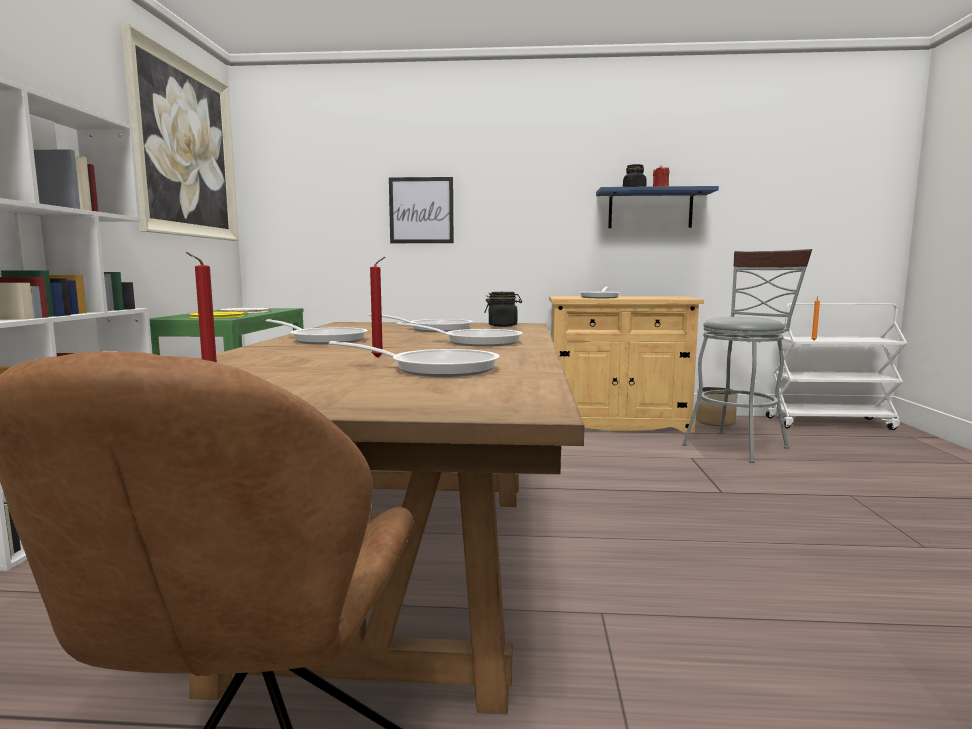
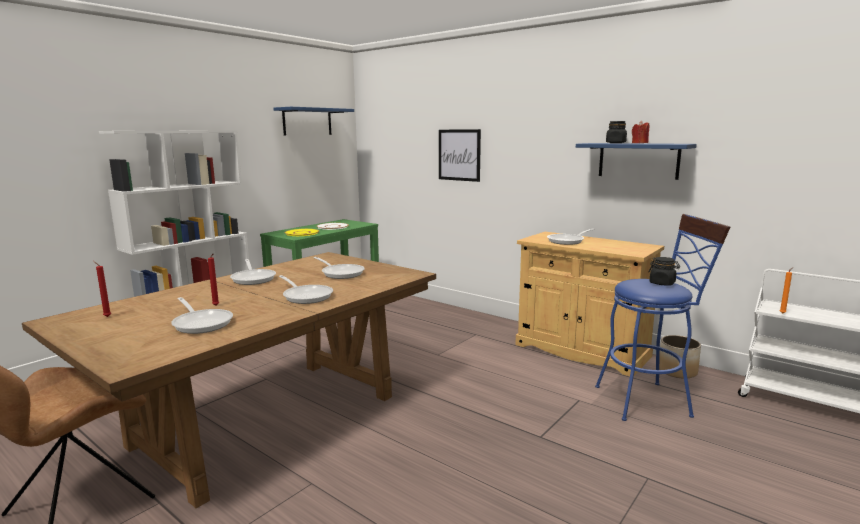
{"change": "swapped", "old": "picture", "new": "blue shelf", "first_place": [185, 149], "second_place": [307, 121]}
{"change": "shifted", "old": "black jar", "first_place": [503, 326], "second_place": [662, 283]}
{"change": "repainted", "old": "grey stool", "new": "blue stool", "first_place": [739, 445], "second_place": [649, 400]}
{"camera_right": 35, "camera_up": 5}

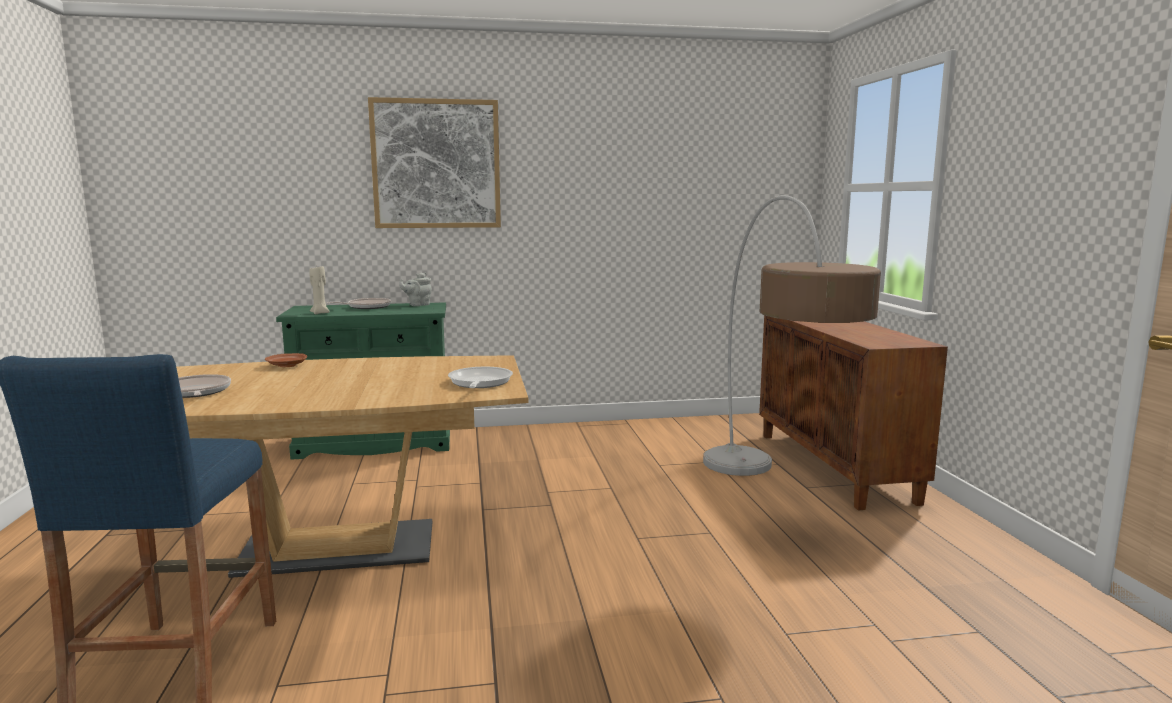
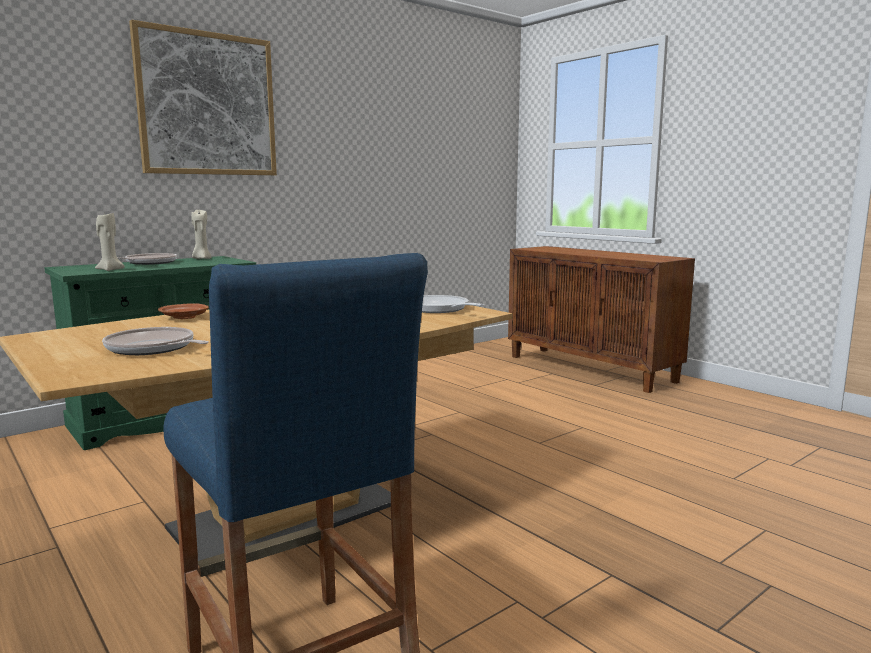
{"change": "swapped", "old": "grey teapot", "new": "beige candle", "first_place": [418, 305], "second_place": [201, 258]}
{"change": "gone", "old": "floor lamp", "first_place": [772, 500]}
{"camera_right": -30, "camera_up": 0}

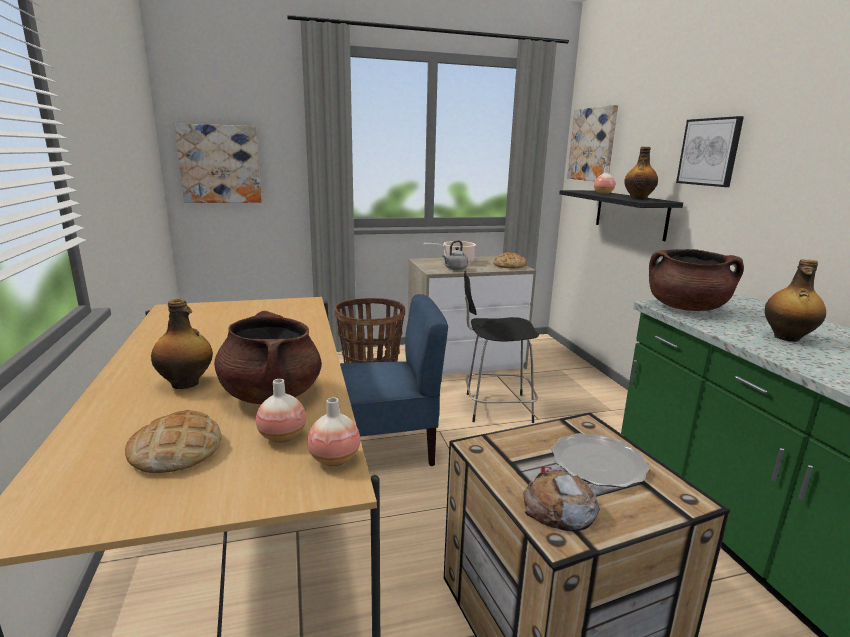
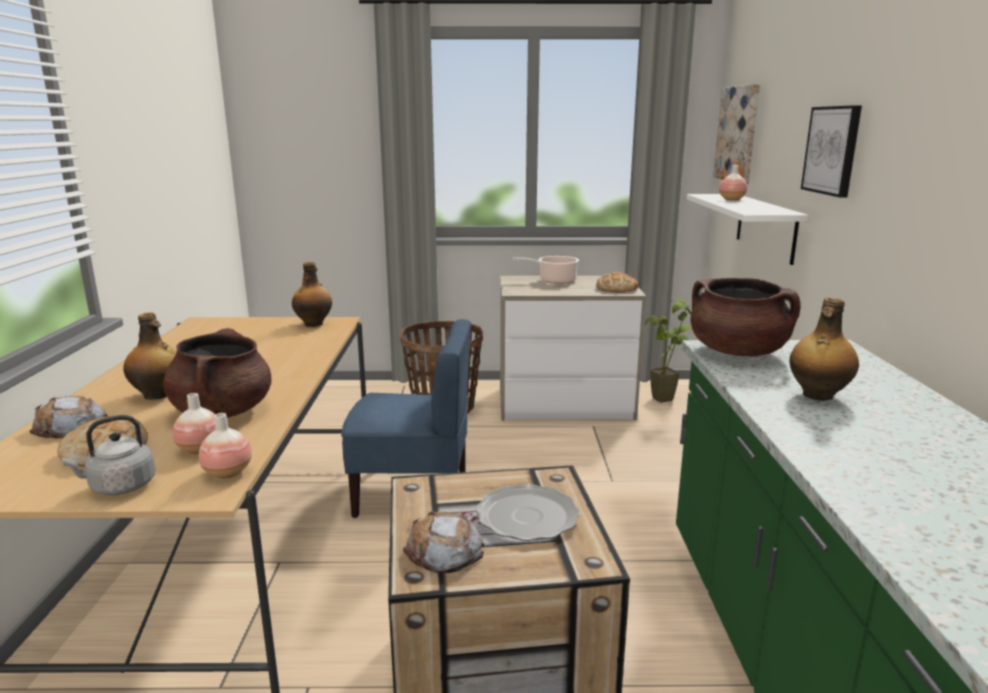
{"change": "gone", "old": "picture", "first_place": [220, 164]}
{"change": "shifted", "old": "grey kettle", "first_place": [455, 269], "second_place": [119, 487]}
{"change": "gone", "old": "black stool", "first_place": [495, 407]}
{"change": "repainted", "old": "black shelf", "new": "white shelf", "first_place": [630, 214], "second_place": [765, 227]}
{"change": "shifted", "old": "bottle", "first_place": [638, 199], "second_place": [314, 324]}
{"change": "new", "new": "bread", "second_place": [70, 426]}
{"change": "new", "new": "potted plant", "second_place": [670, 399]}
{"camera_right": 15, "camera_up": 0}

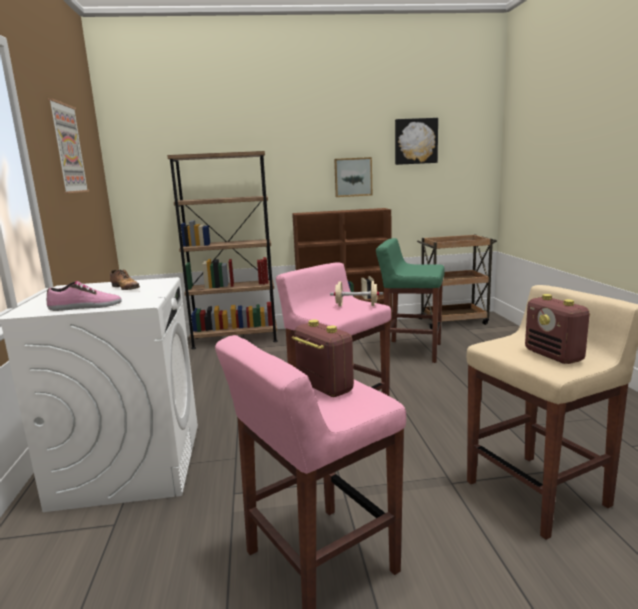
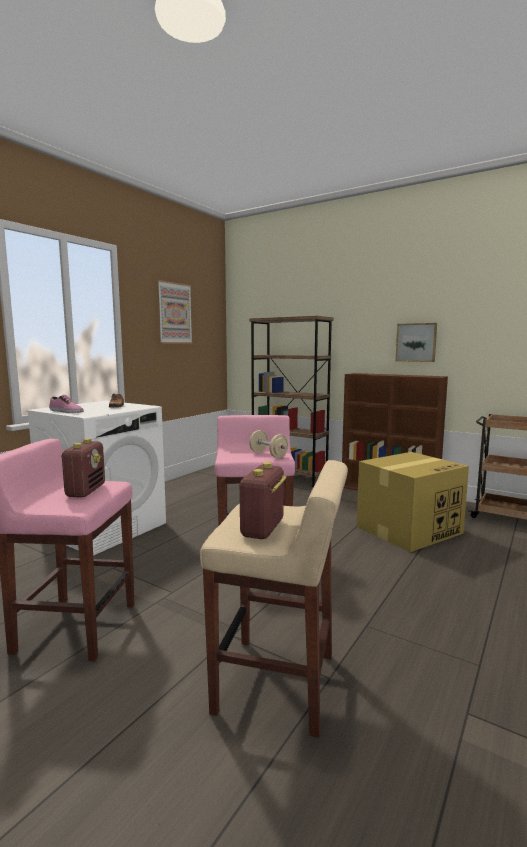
{"change": "swapped", "old": "green stool", "new": "cardboard box", "first_place": [411, 351], "second_place": [409, 529]}
{"change": "gone", "old": "picture", "first_place": [415, 141]}
{"camera_right": 40, "camera_up": -5}

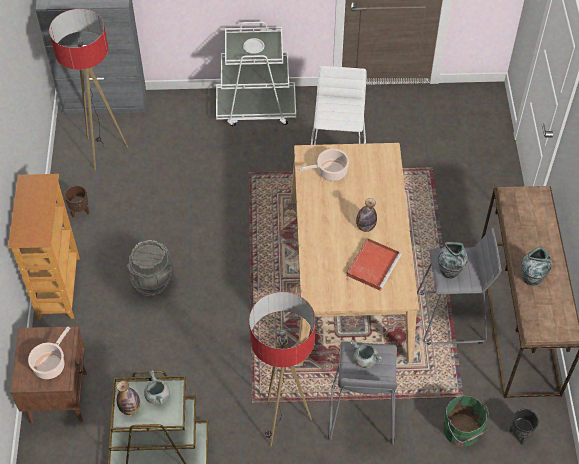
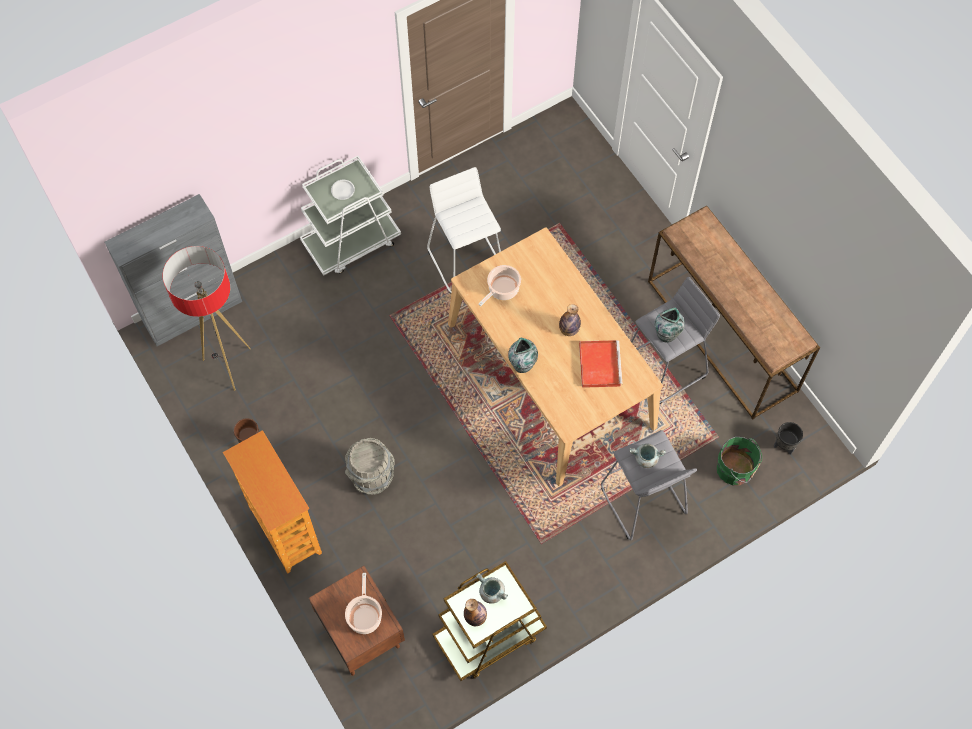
{"change": "gone", "old": "floor lamp", "first_place": [283, 422]}
{"change": "shifted", "old": "vase", "first_place": [532, 278], "second_place": [522, 364]}
{"camera_right": -30, "camera_up": 10}

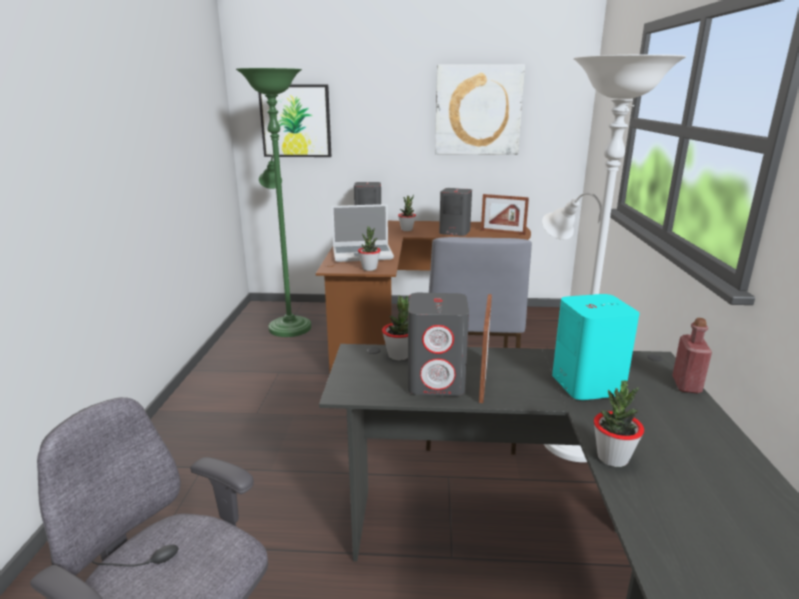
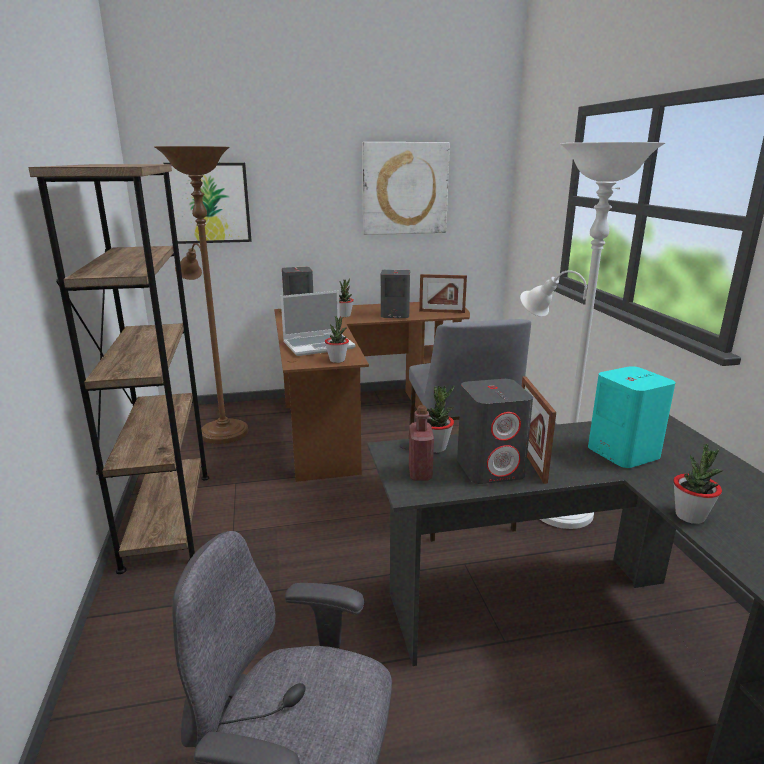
{"change": "repainted", "old": "green floor lamp", "new": "brown floor lamp", "first_place": [288, 326], "second_place": [221, 431]}
{"change": "shifted", "old": "red bottle", "first_place": [686, 385], "second_place": [420, 473]}
{"change": "new", "new": "brown bookcase", "second_place": [168, 518]}
{"camera_right": -15, "camera_up": 0}

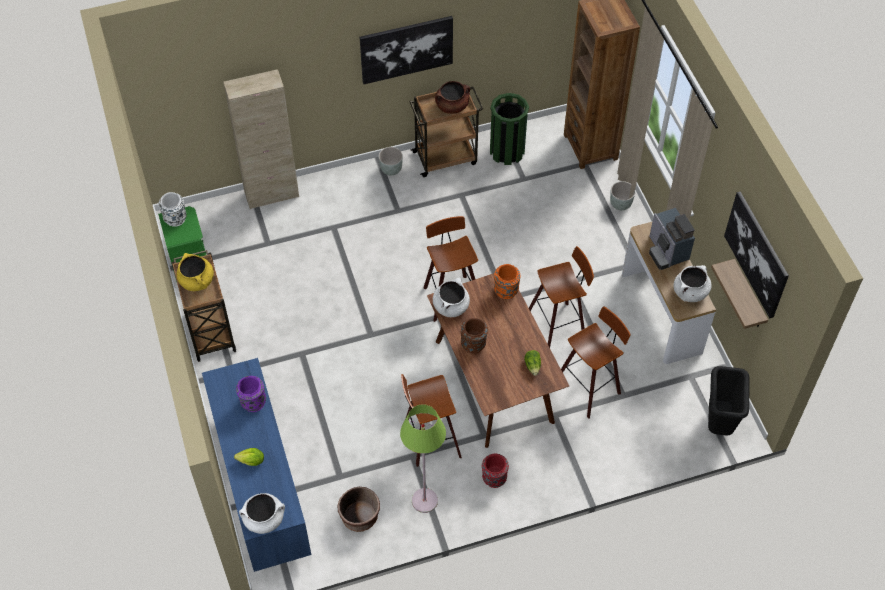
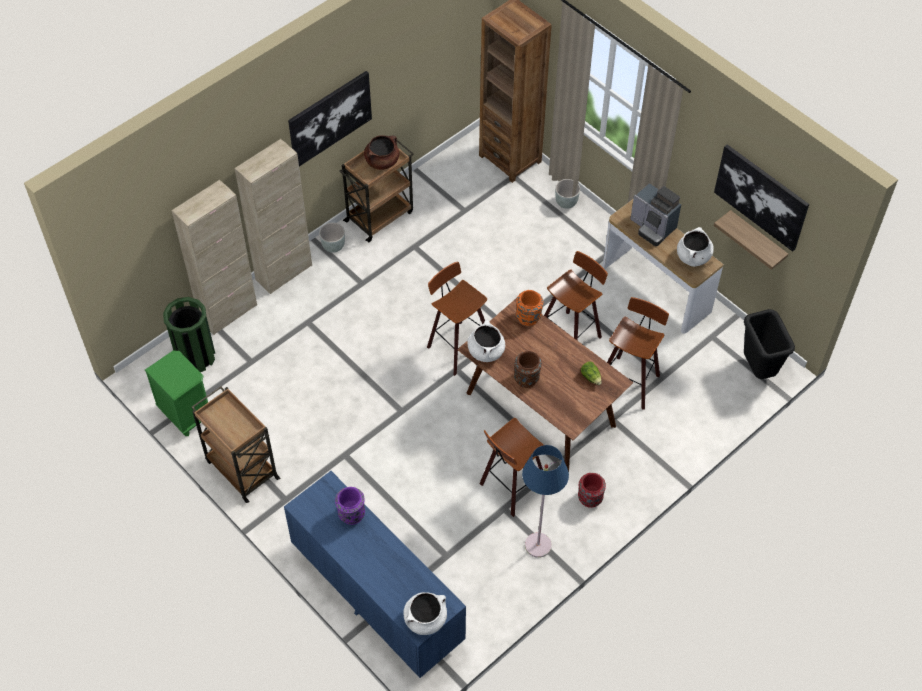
{"change": "gone", "old": "white vase", "first_place": [175, 219]}
{"change": "gone", "old": "yellow cooking pot", "first_place": [197, 281]}
{"change": "gone", "old": "lettuce", "first_place": [251, 461]}
{"change": "gone", "old": "brown planter", "first_place": [360, 517]}
{"change": "repainted", "old": "green floor lamp", "new": "blue floor lamp", "first_place": [424, 500], "second_place": [538, 545]}
{"change": "shifted", "old": "green trash can", "first_place": [507, 151], "second_place": [196, 357]}
{"change": "new", "new": "beige cabinet", "second_place": [284, 272]}
{"camera_right": -25, "camera_up": 0}

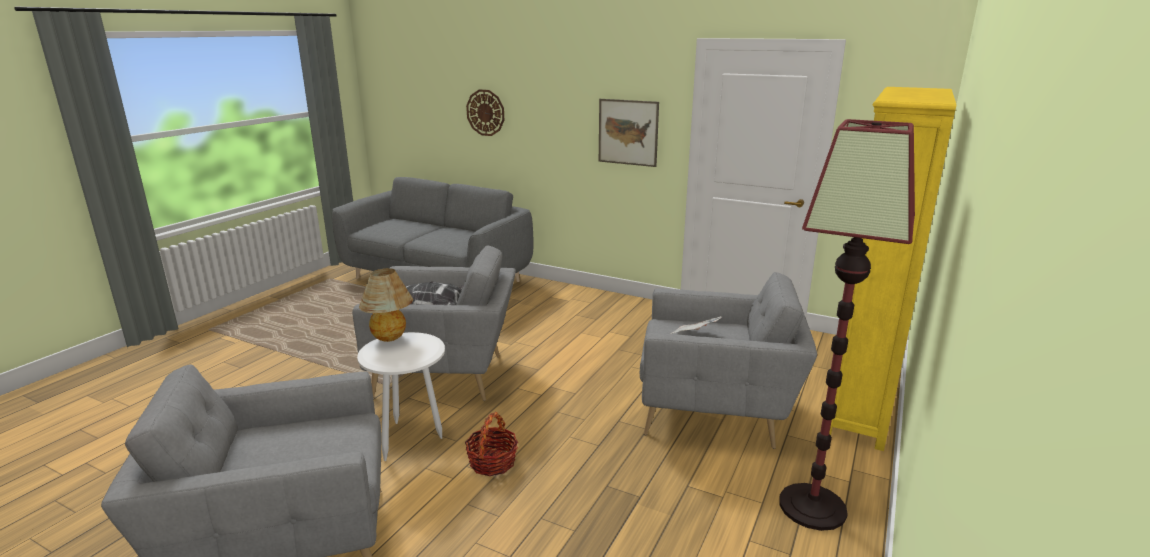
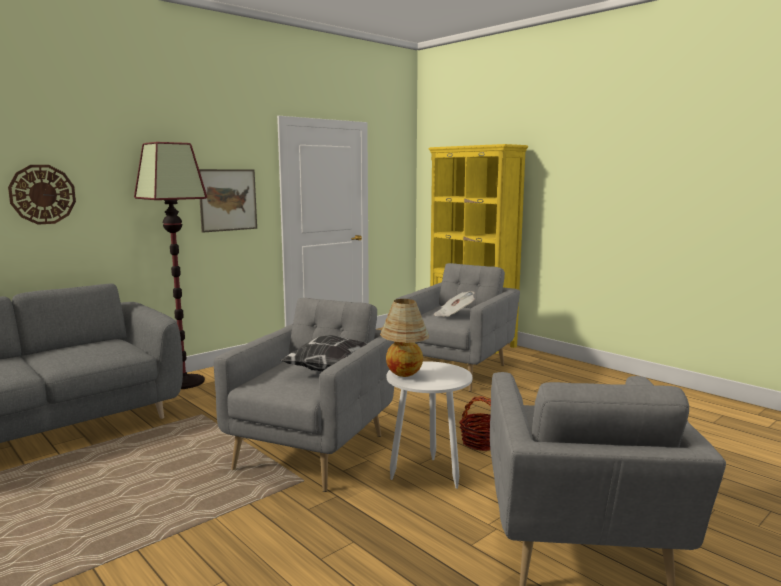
{"change": "shifted", "old": "floor lamp", "first_place": [813, 507], "second_place": [184, 382]}
{"camera_right": -70, "camera_up": -10}

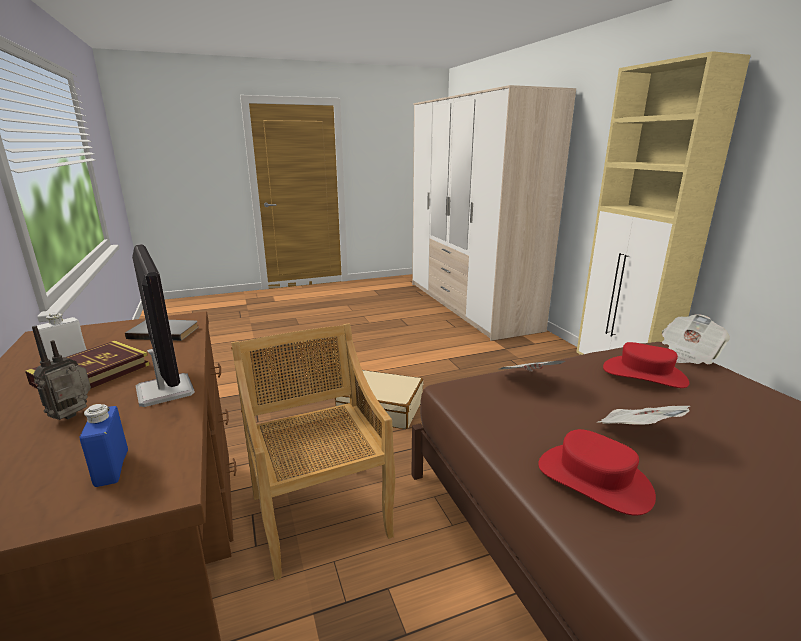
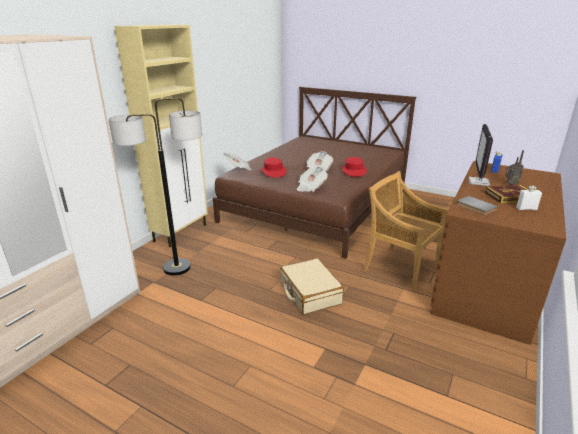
{"change": "rotated", "old": "beige chair", "first_place": [319, 513], "second_place": [400, 268], "degrees": 105}
{"change": "new", "new": "floor lamp", "second_place": [176, 268]}
{"camera_right": -130, "camera_up": 5}

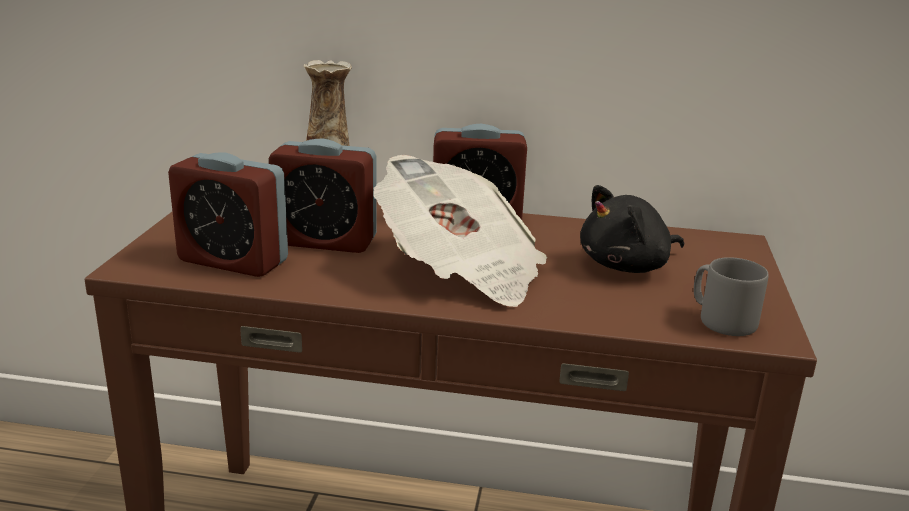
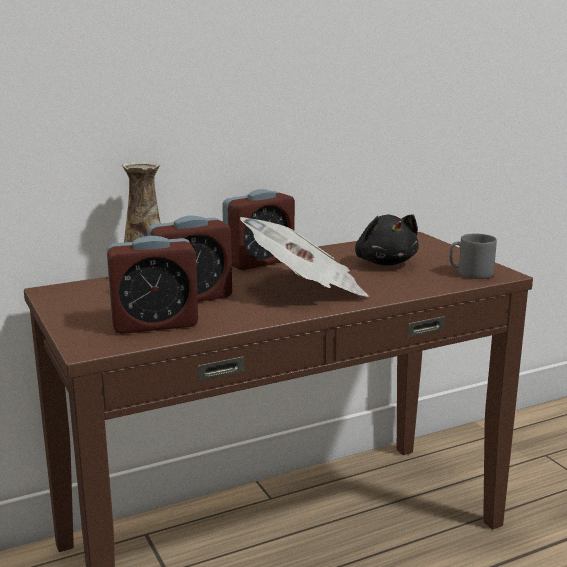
{"change": "rotated", "old": "black plush toy", "first_place": [628, 266], "second_place": [385, 262], "degrees": -45}
{"camera_right": -35, "camera_up": -5}

